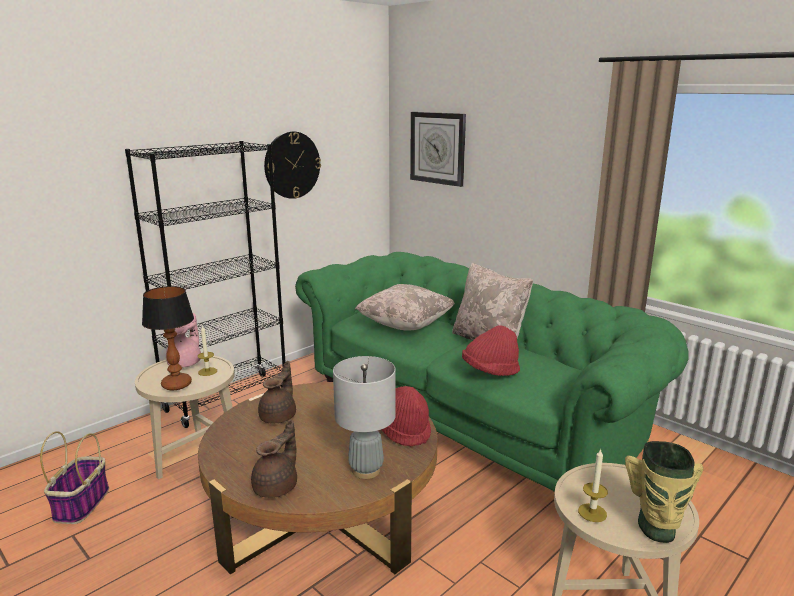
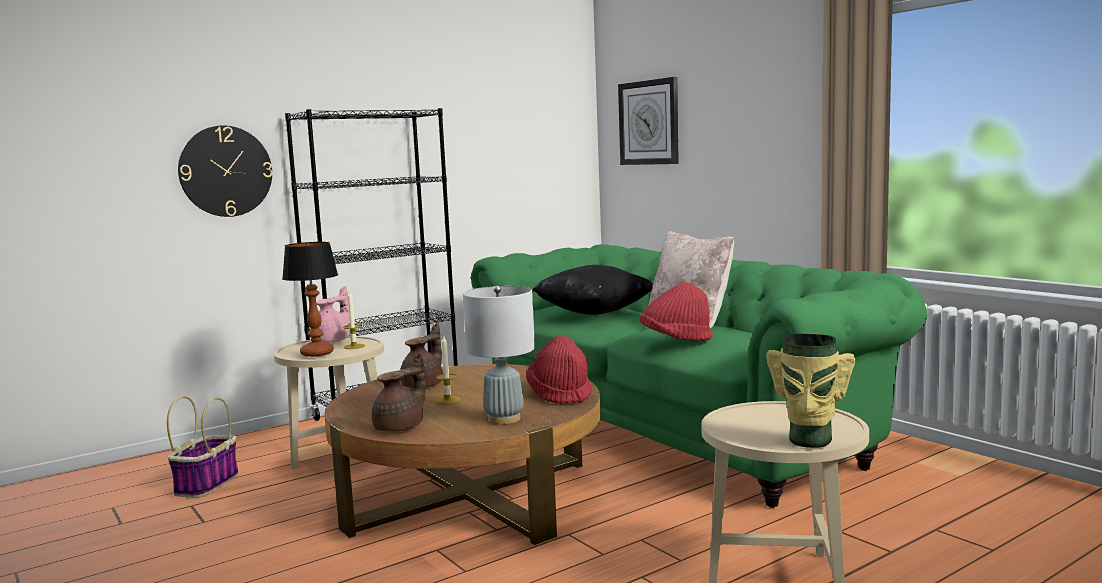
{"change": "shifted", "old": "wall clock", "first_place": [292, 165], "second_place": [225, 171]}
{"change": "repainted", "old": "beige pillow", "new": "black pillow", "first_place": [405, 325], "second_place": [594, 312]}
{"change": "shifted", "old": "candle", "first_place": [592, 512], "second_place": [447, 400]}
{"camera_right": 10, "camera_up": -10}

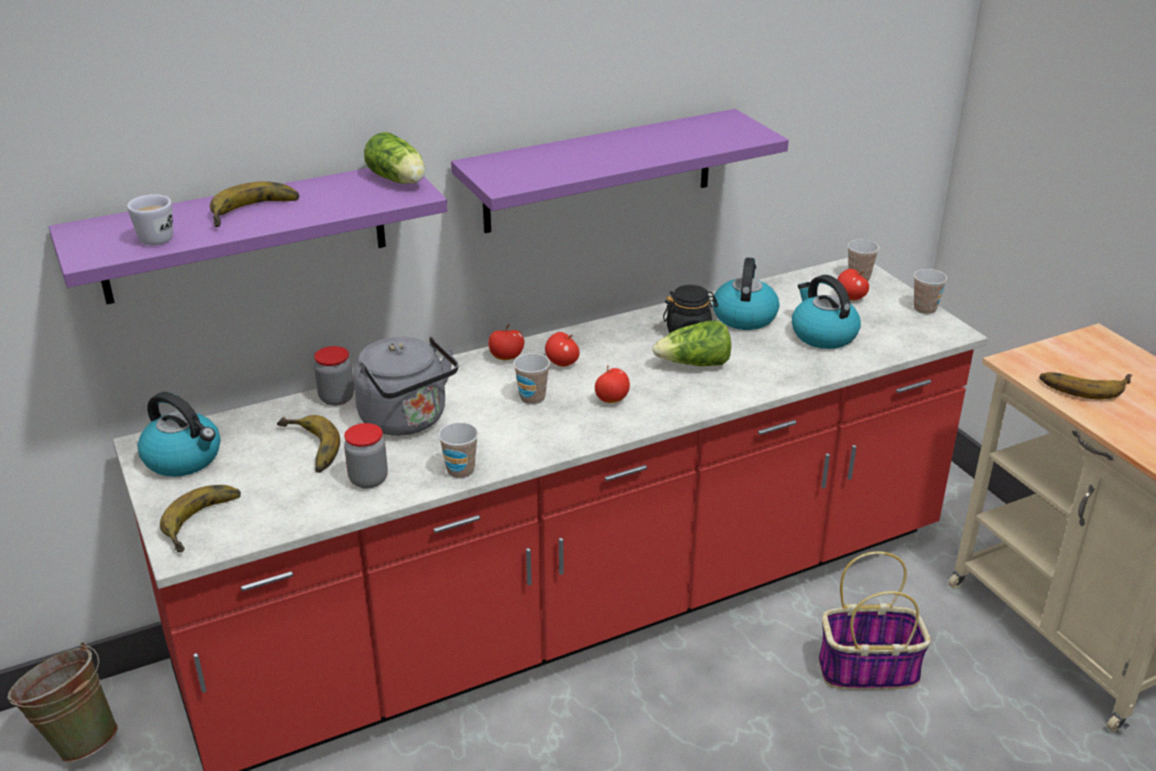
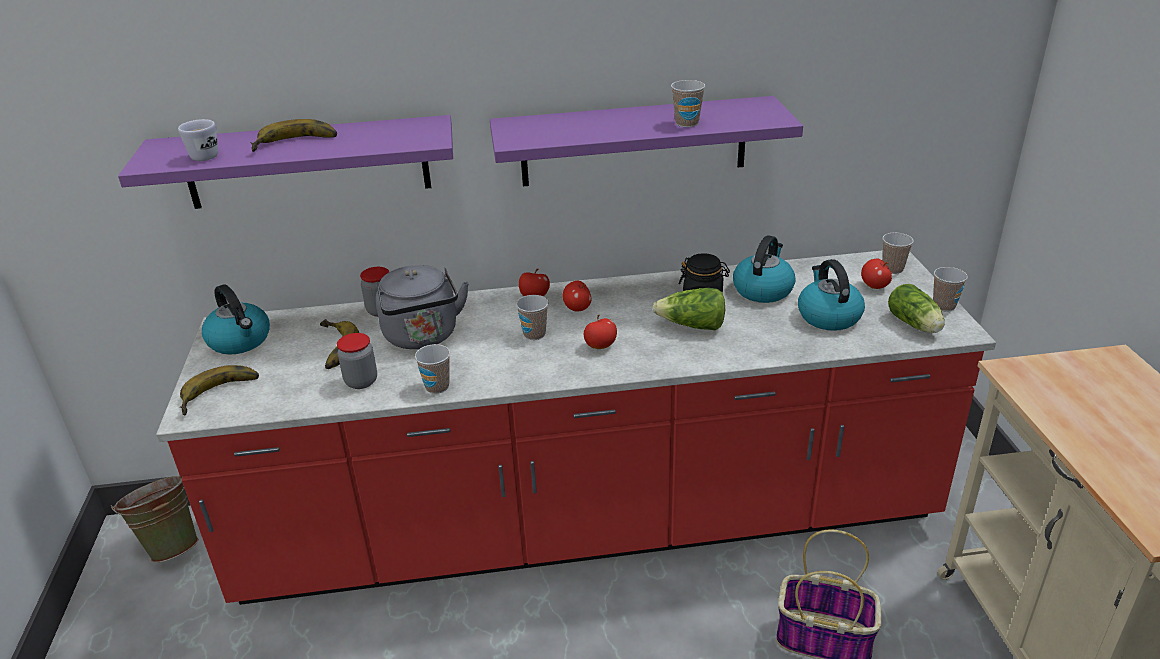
{"change": "shifted", "old": "lettuce", "first_place": [399, 180], "second_place": [915, 325]}
{"change": "gone", "old": "banana", "first_place": [1083, 384]}
{"change": "new", "new": "cup", "second_place": [687, 123]}
{"camera_right": 20, "camera_up": 0}

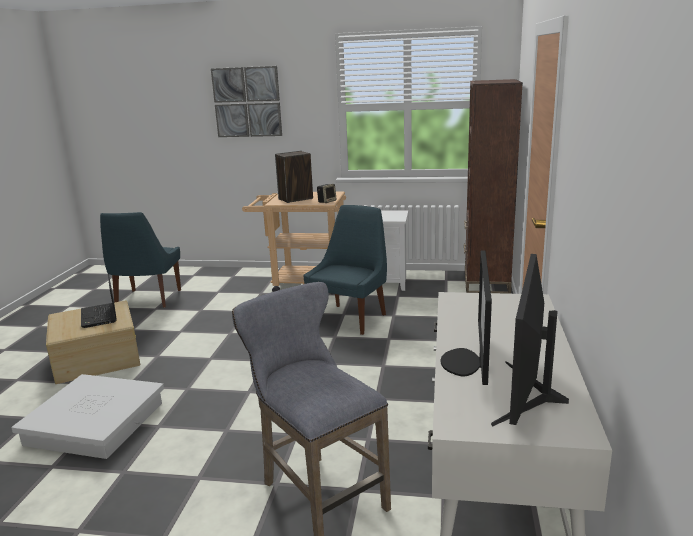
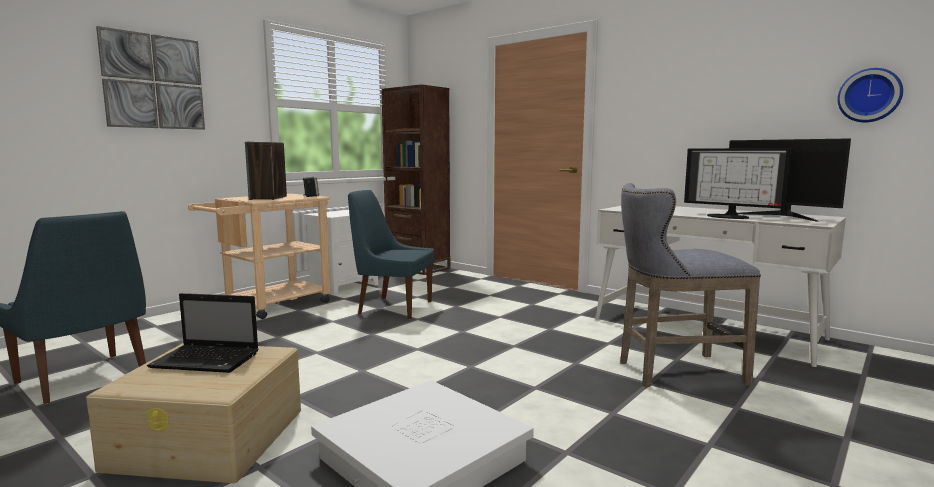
{"change": "rotated", "old": "blue chair", "first_place": [351, 318], "second_place": [392, 307], "degrees": -45}
{"change": "new", "new": "wall clock", "second_place": [869, 95]}
{"camera_right": -60, "camera_up": -10}

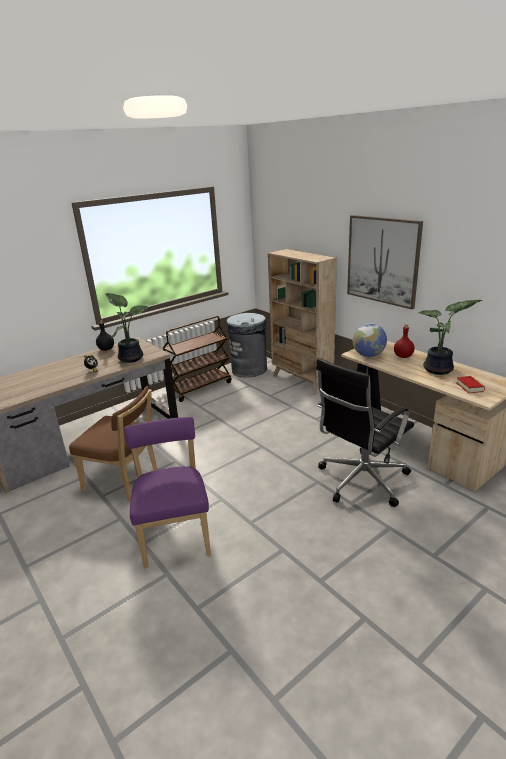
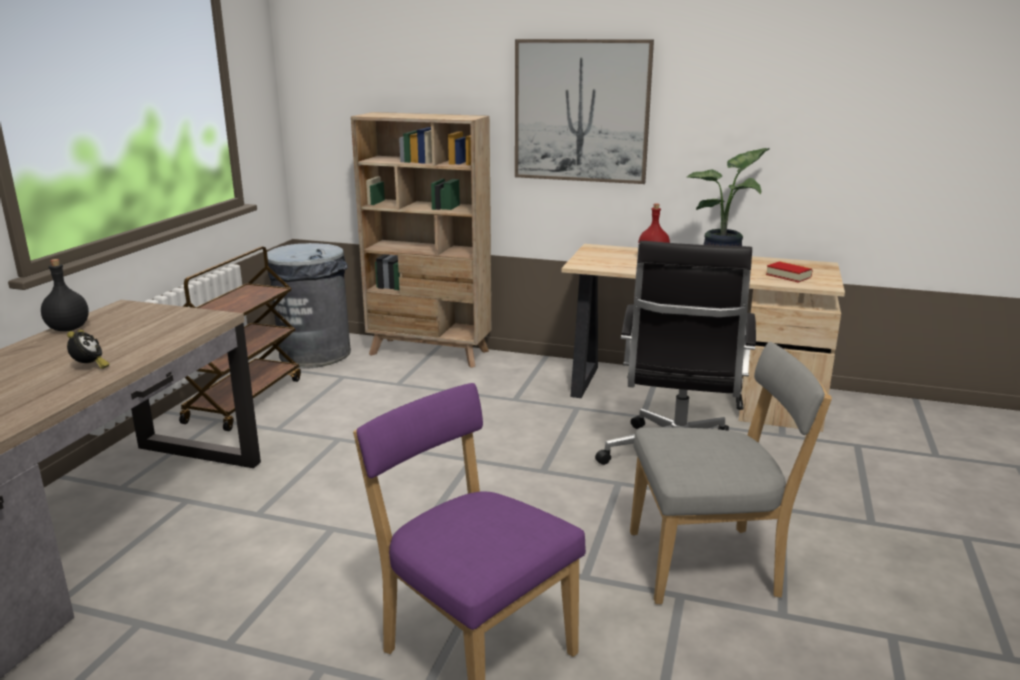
{"change": "gone", "old": "brown chair", "first_place": [124, 481]}
{"change": "gone", "old": "potted plant", "first_place": [131, 358]}
{"change": "gone", "old": "globe", "first_place": [368, 355]}
{"change": "new", "new": "grey chair", "second_place": [710, 564]}
{"camera_right": -35, "camera_up": -5}

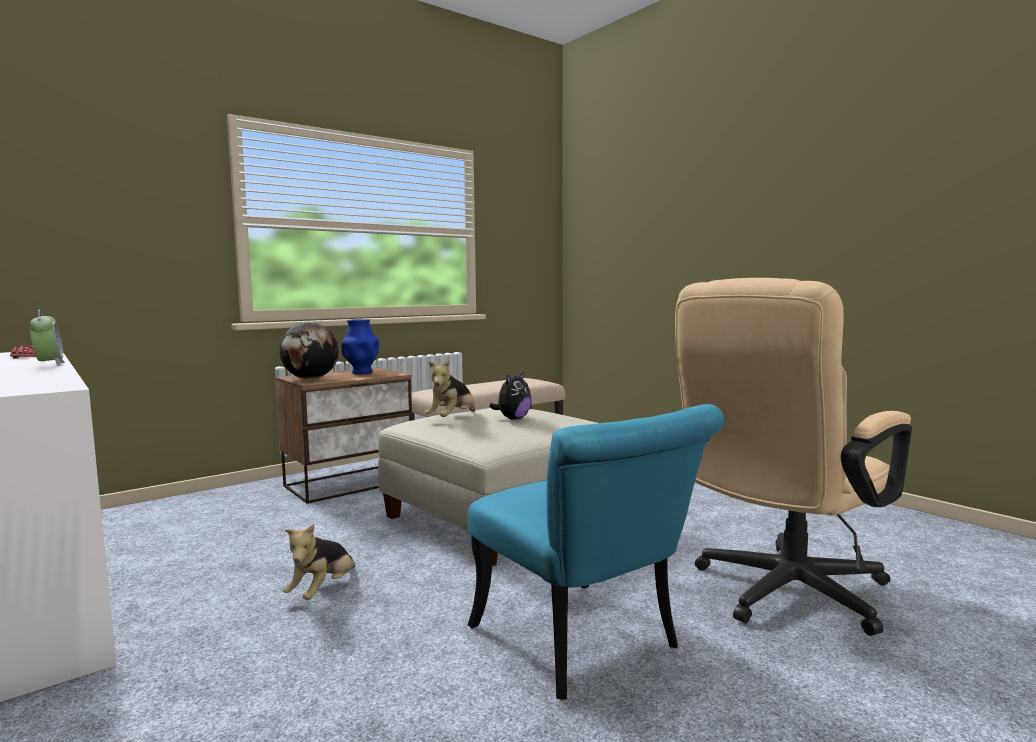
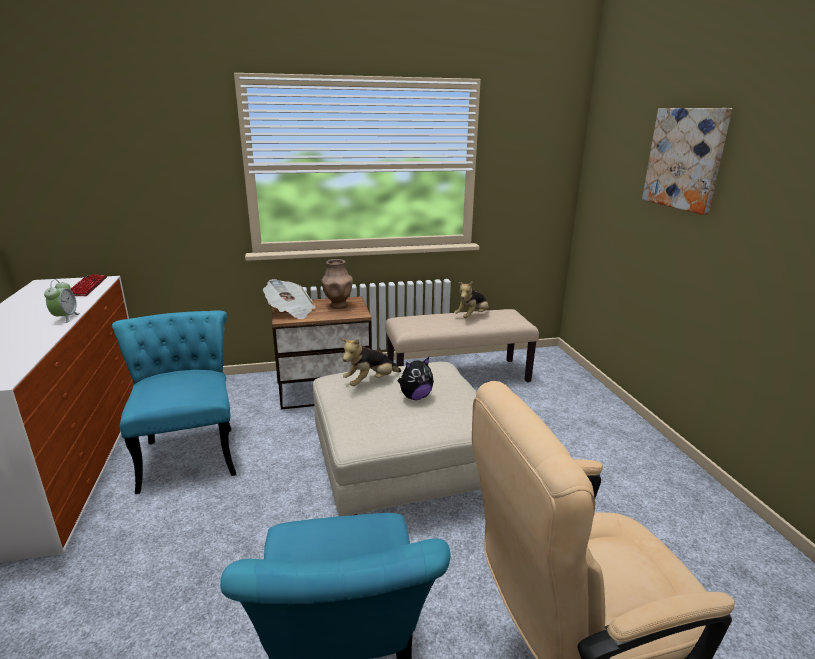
{"change": "swapped", "old": "globe", "new": "newspaper", "first_place": [311, 379], "second_place": [290, 311]}
{"change": "shifted", "old": "plush toy", "first_place": [323, 591], "second_place": [472, 317]}
{"change": "repainted", "old": "blue vase", "new": "brown vase", "first_place": [361, 372], "second_place": [338, 305]}
{"change": "new", "new": "turquoise chair", "second_place": [189, 451]}
{"change": "new", "new": "picture", "second_place": [685, 159]}
{"camera_right": 25, "camera_up": 15}

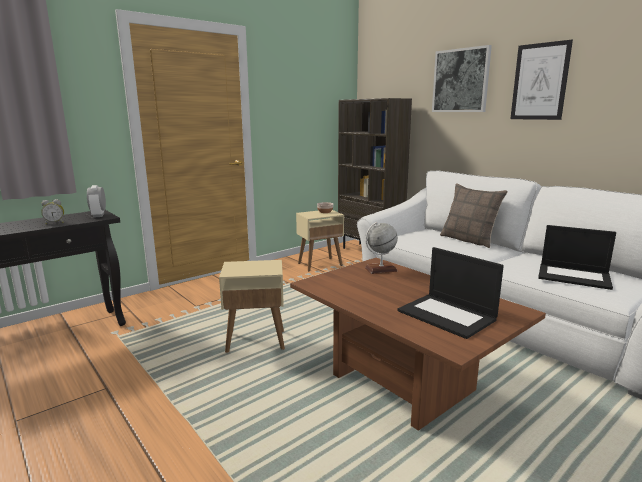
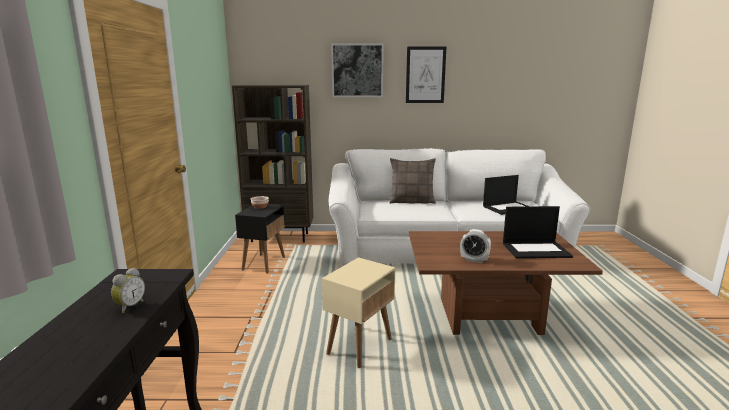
{"change": "shifted", "old": "alarm clock", "first_place": [99, 215], "second_place": [474, 260]}
{"change": "repainted", "old": "beige side table", "new": "black side table", "first_place": [320, 264], "second_place": [264, 263]}
{"change": "gone", "old": "globe", "first_place": [380, 269]}
{"camera_right": -50, "camera_up": 0}

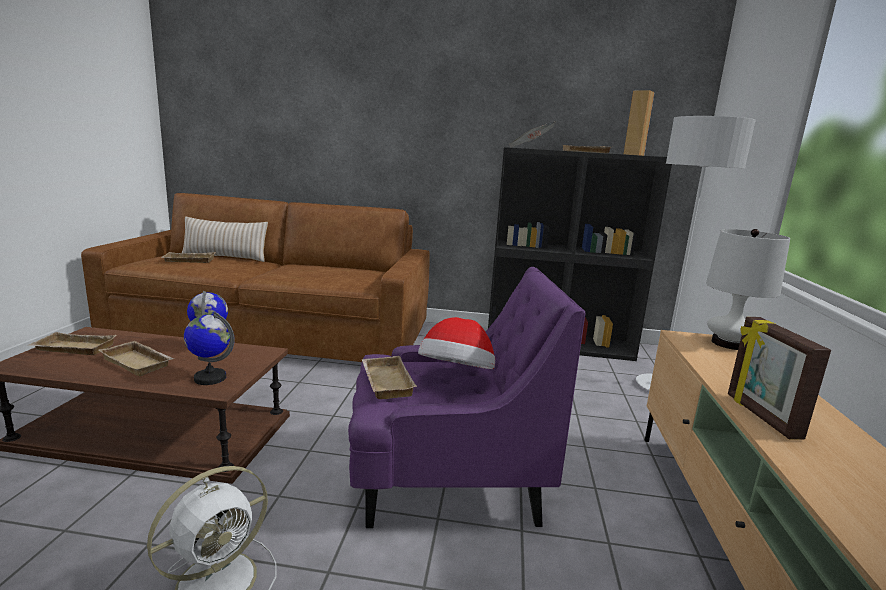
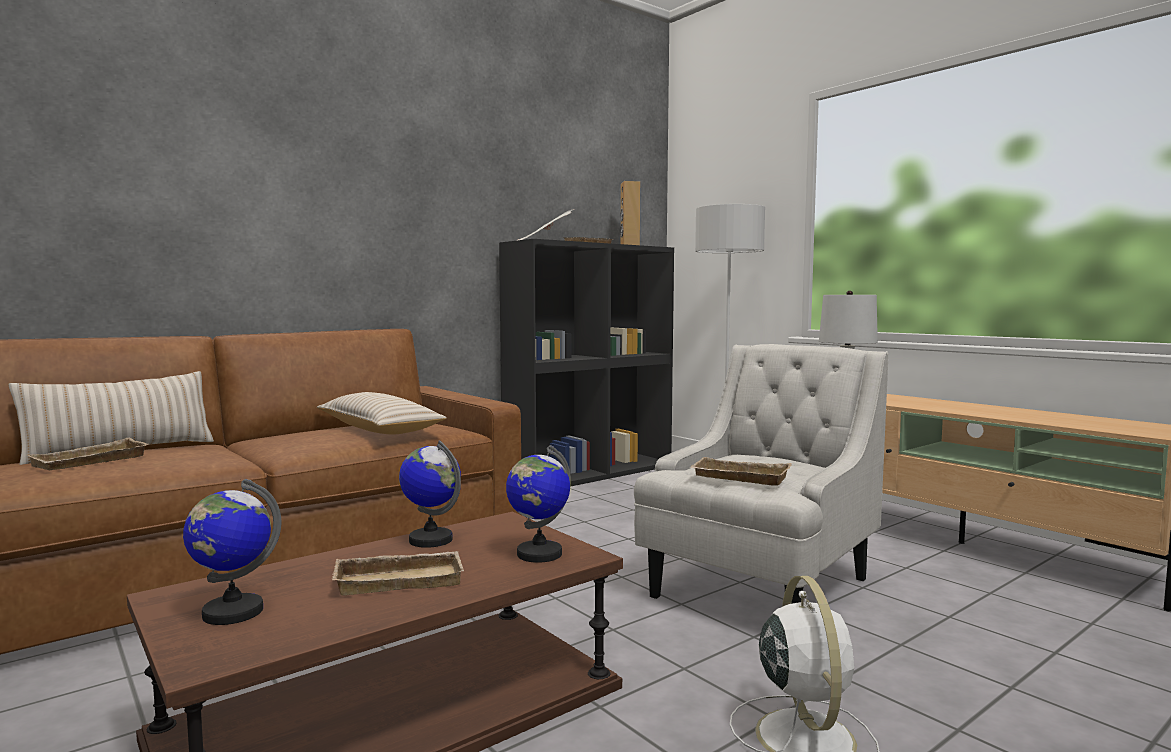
{"change": "swapped", "old": "beige tray", "new": "globe", "first_place": [72, 349], "second_place": [232, 612]}
{"change": "repainted", "old": "purple armchair", "new": "white armchair", "first_place": [446, 481], "second_place": [759, 589]}
{"change": "gone", "old": "hat", "first_place": [456, 376]}
{"change": "gone", "old": "picture frame", "first_place": [761, 416]}
{"change": "new", "new": "beige pillow", "second_place": [379, 429]}
{"camera_right": -45, "camera_up": -10}

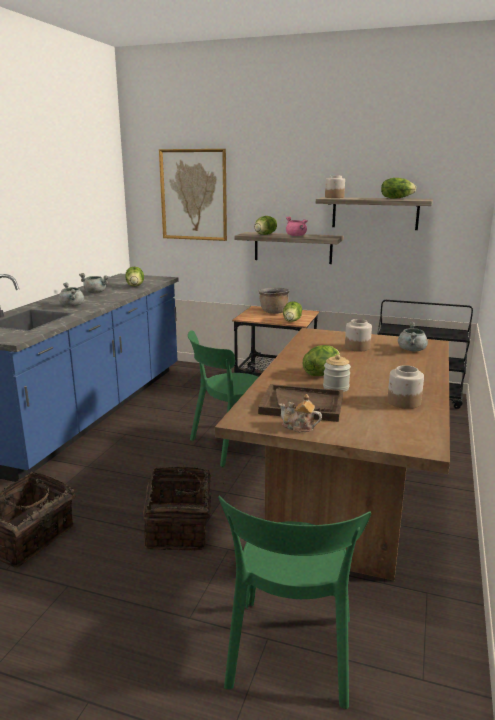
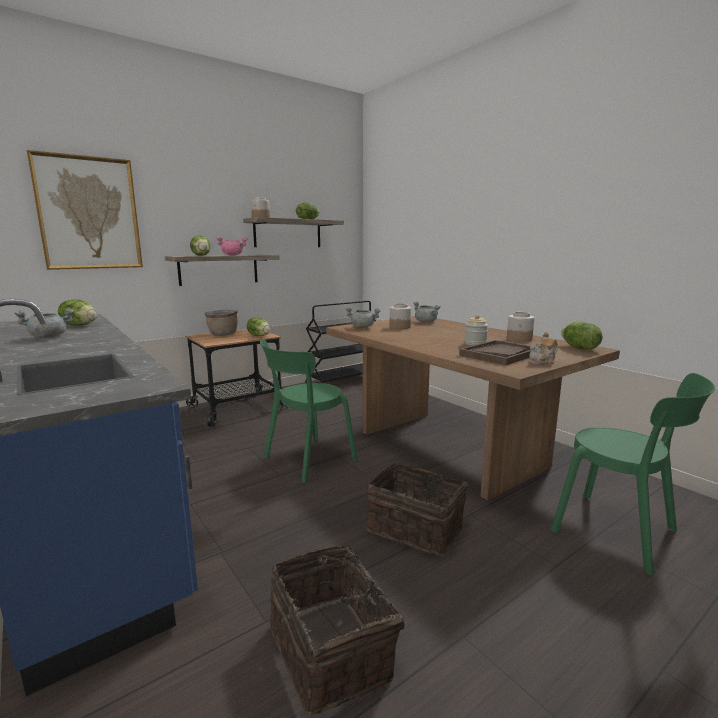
{"change": "shifted", "old": "grey cooking pot", "first_place": [72, 306], "second_place": [363, 327]}
{"change": "rotated", "old": "green chair", "first_place": [228, 445], "second_place": [306, 460], "degrees": 45}
{"change": "shifted", "old": "lettuce", "first_place": [321, 373], "second_place": [578, 348]}
{"camera_right": -55, "camera_up": -5}

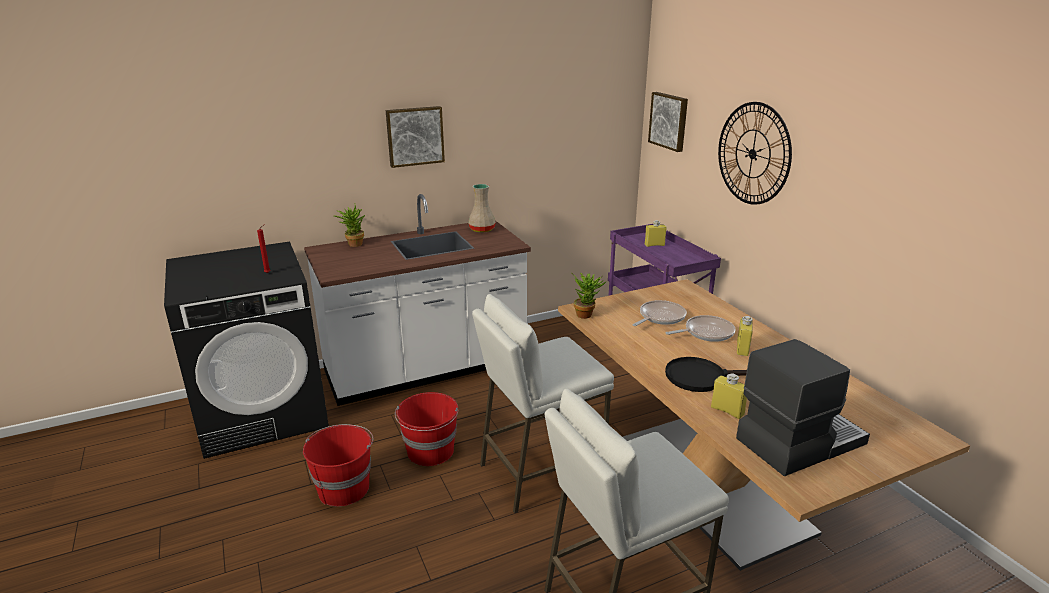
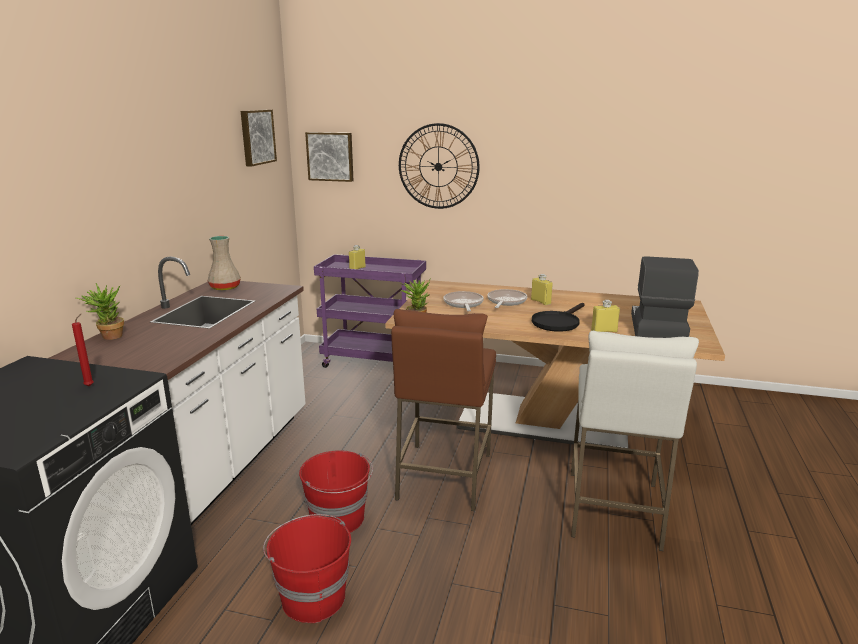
{"change": "shifted", "old": "picture", "first_place": [415, 136], "second_place": [256, 137]}
{"change": "repainted", "old": "white stool", "new": "brown stool", "first_place": [540, 472], "second_place": [443, 476]}
{"camera_right": -50, "camera_up": -5}

